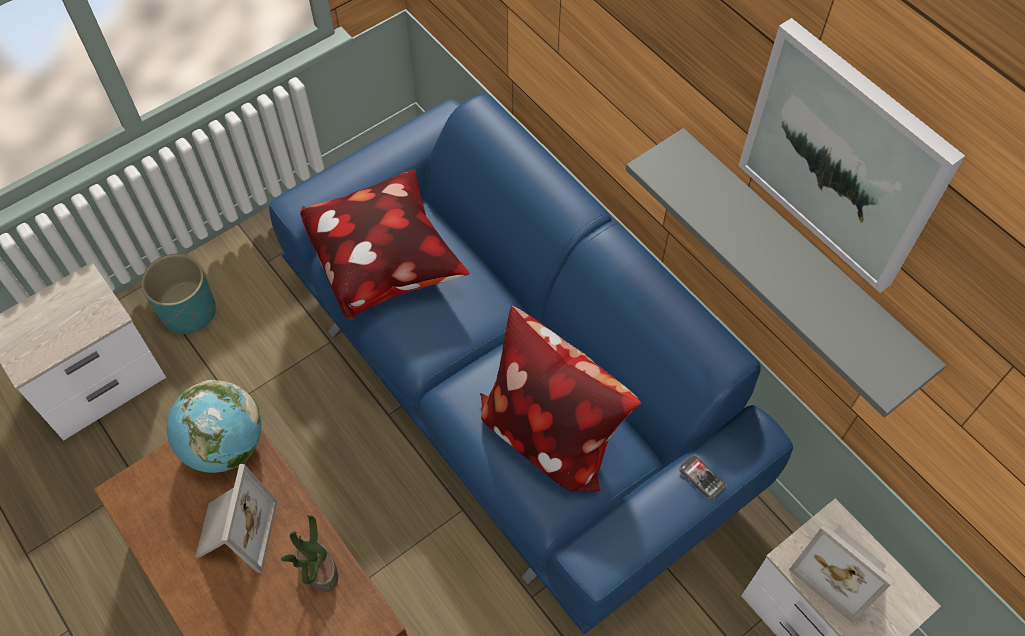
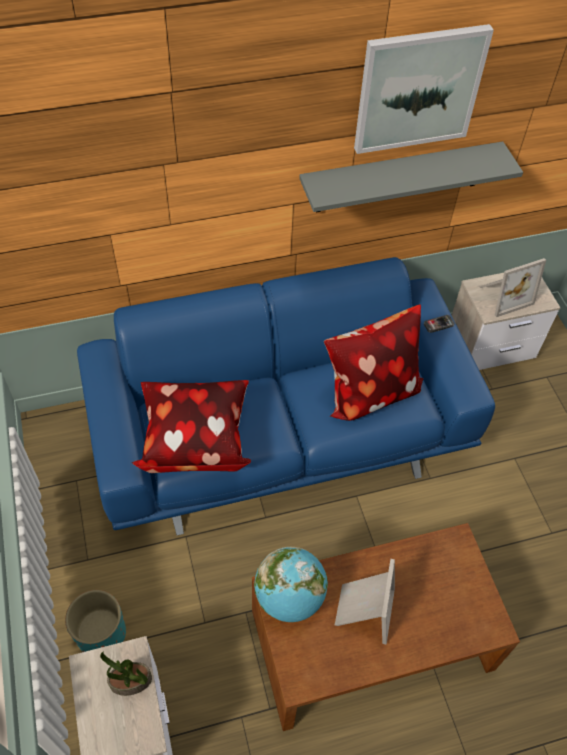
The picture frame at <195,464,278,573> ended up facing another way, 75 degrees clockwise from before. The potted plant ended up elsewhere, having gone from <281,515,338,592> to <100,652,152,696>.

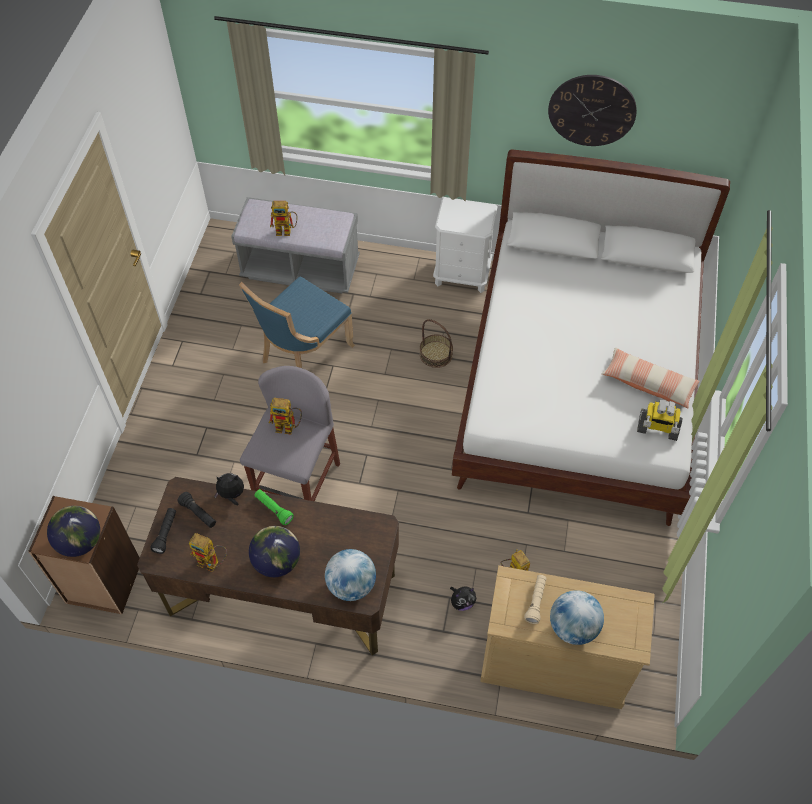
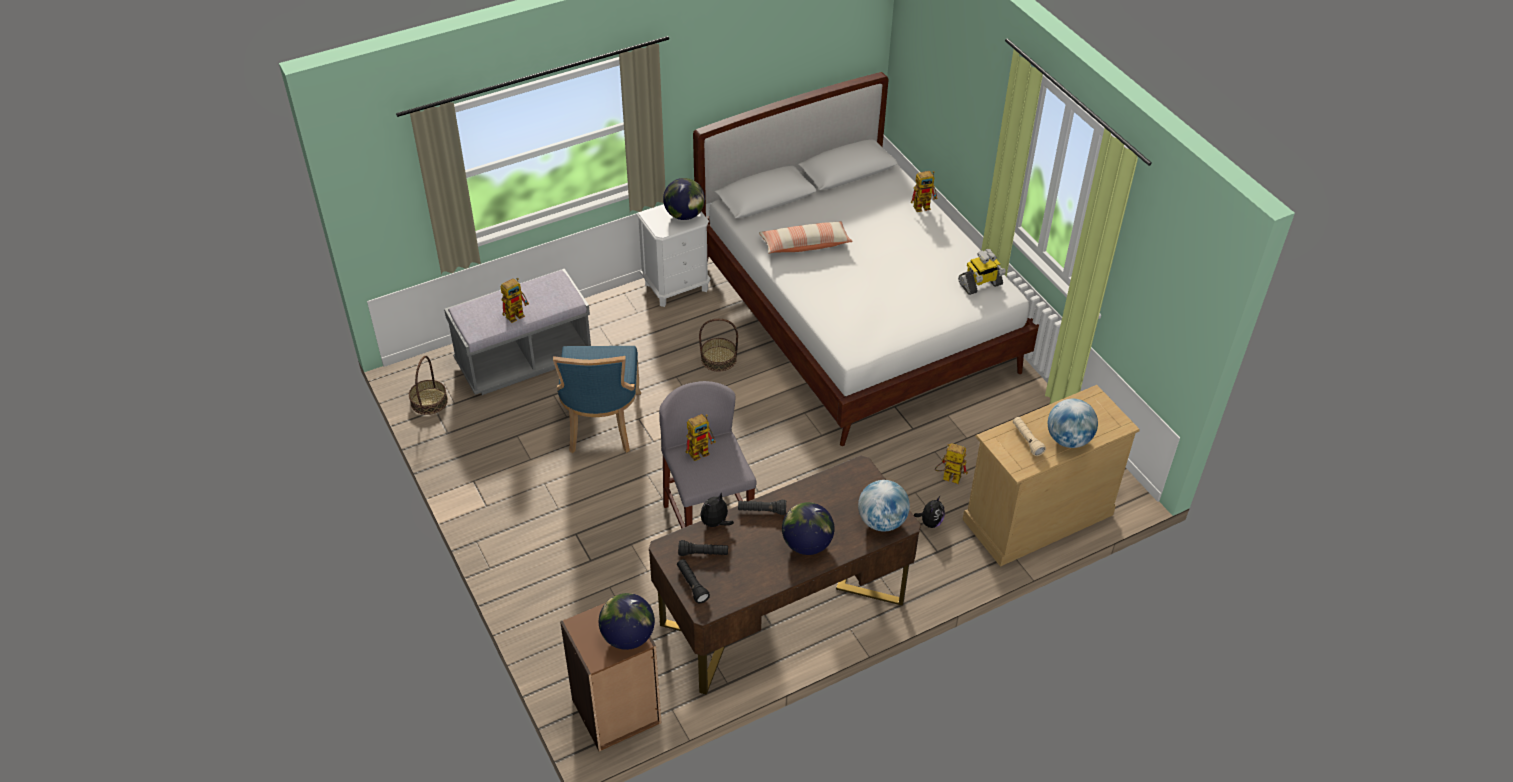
The toy robot ended up elsewhere, having gone from <189,533,227,572> to <911,171,937,212>. What was the green flashlight at <254,489,294,525> turned into the black flashlight at <738,500,786,515>. The second view lost the wall clock at <548,75,637,146>. The pillow ended up elsewhere, having gone from <602,348,700,408> to <759,221,853,253>. The second view gained the basket at <409,356,448,415>. The second view gained the globe at <663,178,705,220>.

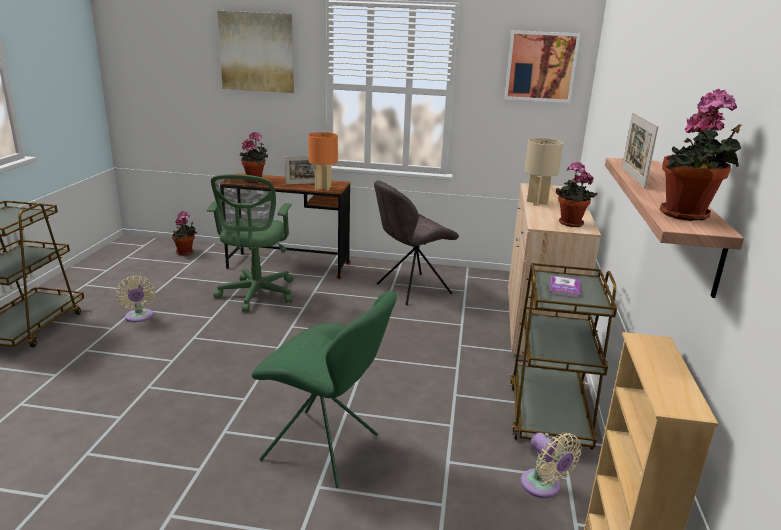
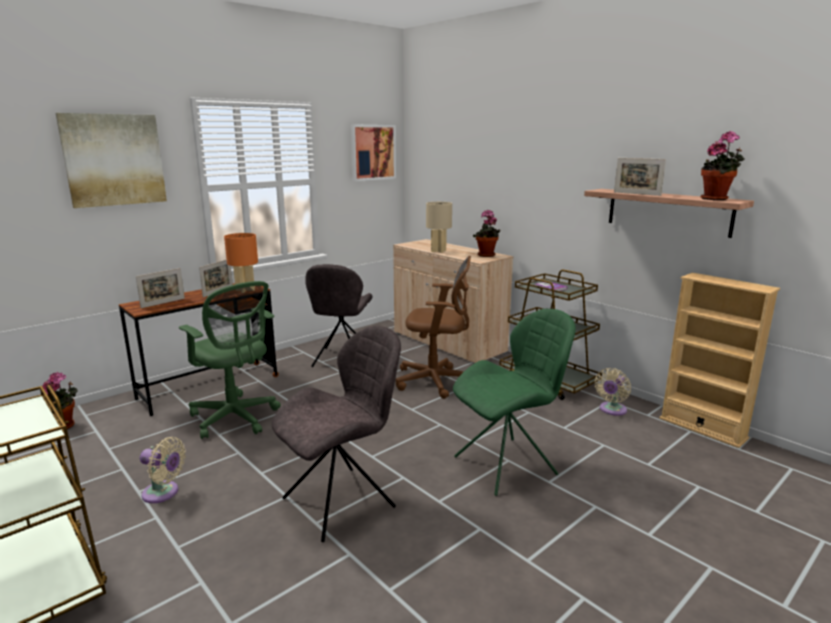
Where the potted plant stood at <240,132,268,182>, the picture frame came to stand at <136,268,185,308>. The beige fan at <521,433,582,498> ended up facing another way, 120 degrees clockwise from before. The second view gained the grey chair at <272,326,401,542>. The second view gained the brown office chair at <396,256,471,399>.

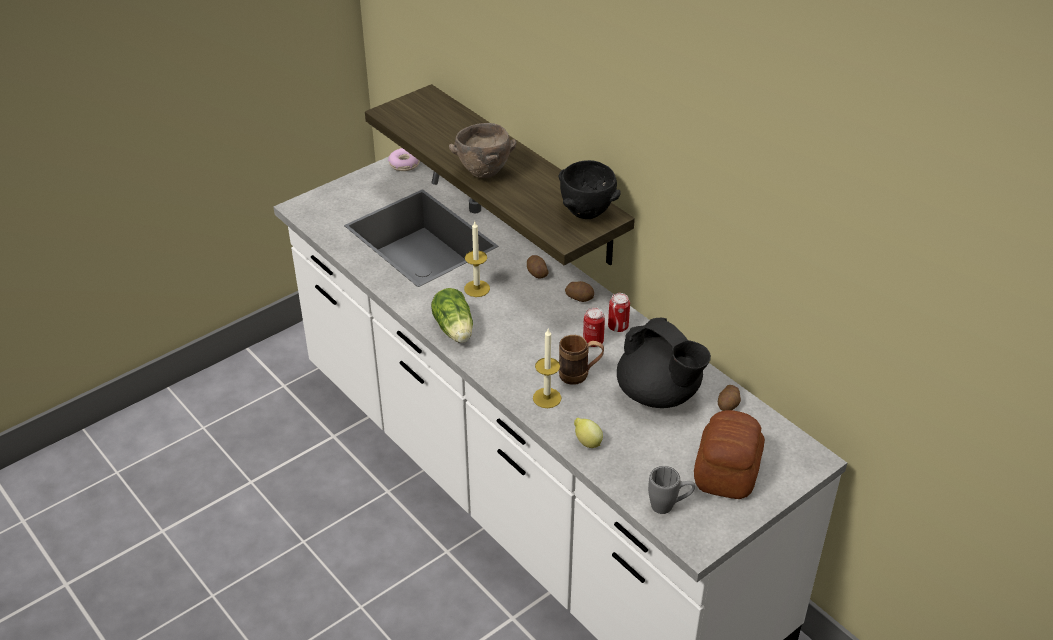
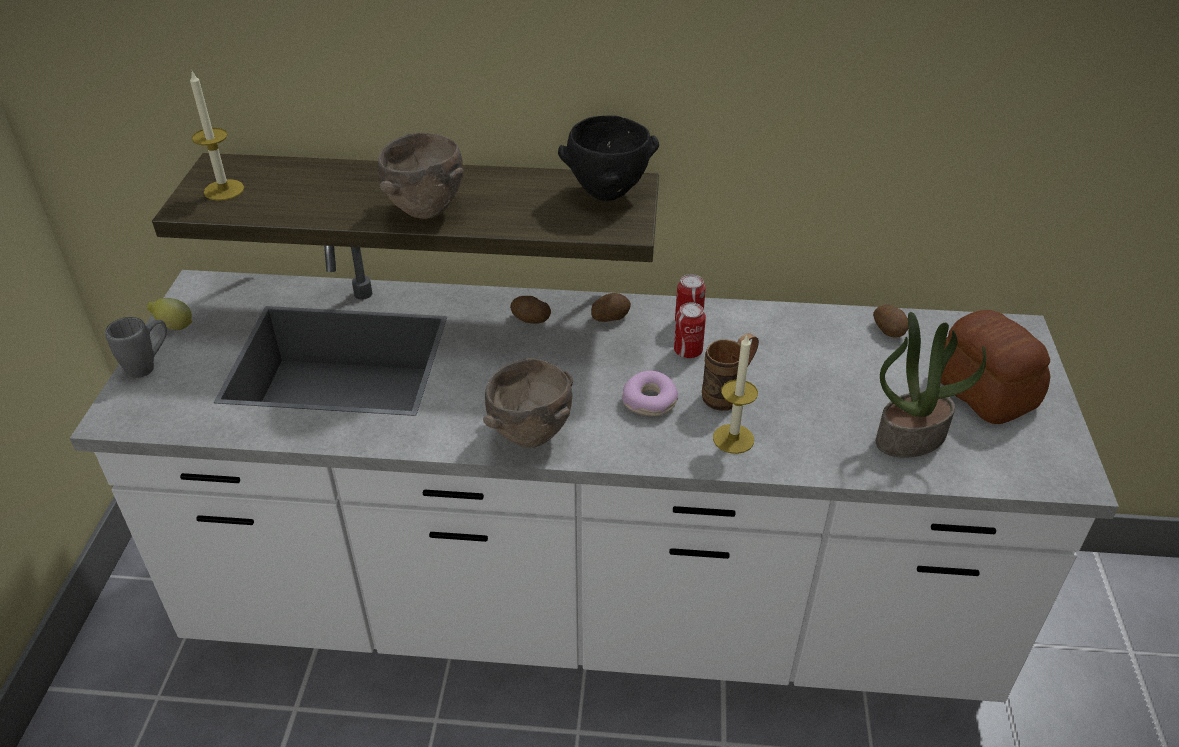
The donut ended up elsewhere, having gone from <388,148,420,171> to <622,371,678,416>. Where the lettuce stood at <431,288,473,343>, the brown bowl came to stand at <483,358,573,448>. The candle ended up elsewhere, having gone from <464,222,490,297> to <190,72,244,201>. The lemon ended up elsewhere, having gone from <574,418,603,448> to <147,298,193,330>. The second view lost the black teapot at <617,318,711,408>. The grey mug ended up elsewhere, having gone from <648,466,695,514> to <105,317,167,378>. The second view gained the potted plant at <876,312,986,458>.

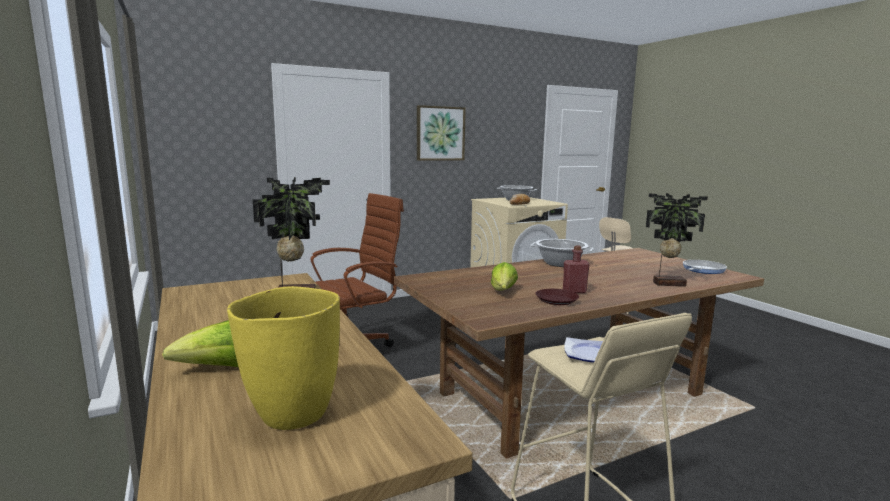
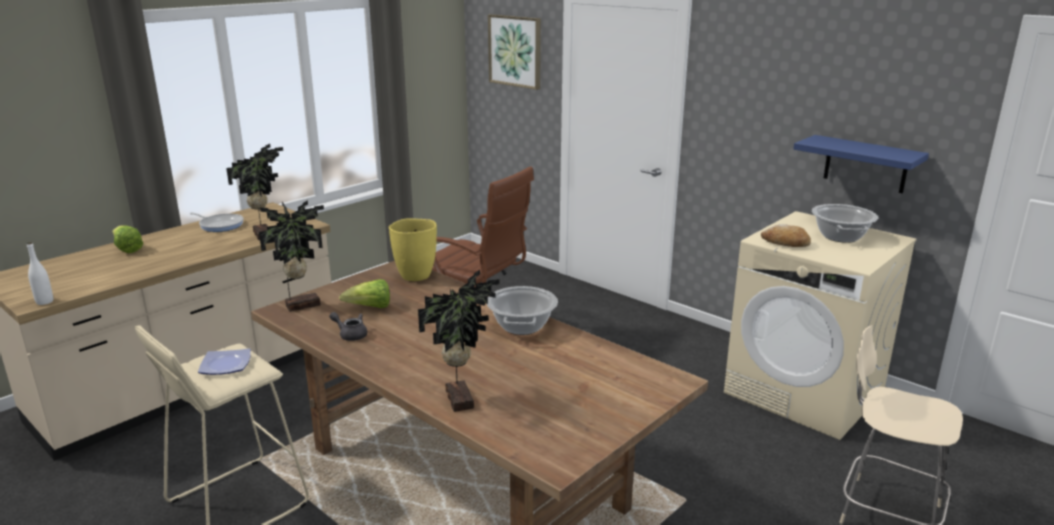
The yellow vase ended up elsewhere, having gone from <227,286,340,430> to <389,219,437,281>. The picture ended up elsewhere, having gone from <417,105,466,161> to <488,14,541,90>. Where the brown plate stood at <535,289,579,305>, the grey teapot came to stand at <329,312,367,341>. The second view lost the red bottle at <563,245,590,293>. The frying pan ended up elsewhere, having gone from <683,260,727,274> to <189,212,244,232>. The second view gained the white bottle at <27,242,53,305>. The second view gained the potted plant at <259,200,324,312>. The second view gained the blue shelf at <793,135,929,194>.

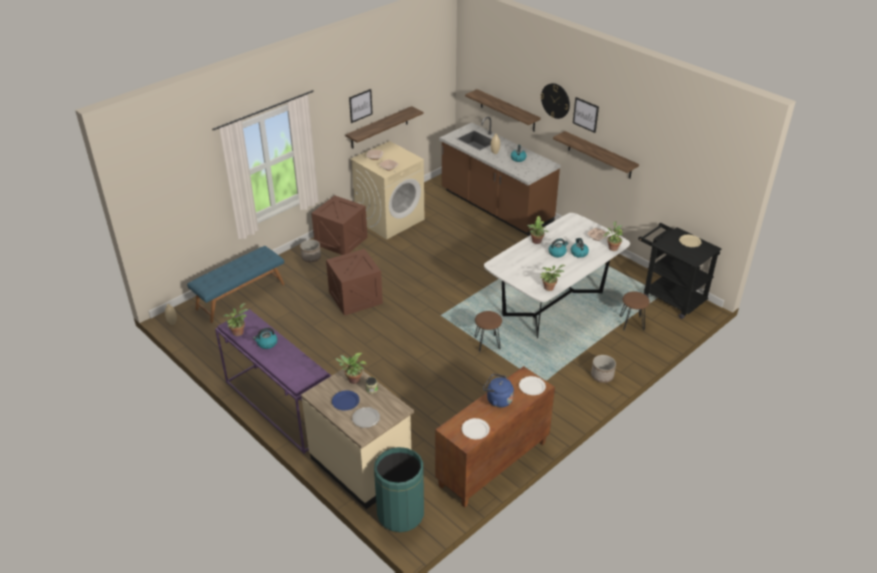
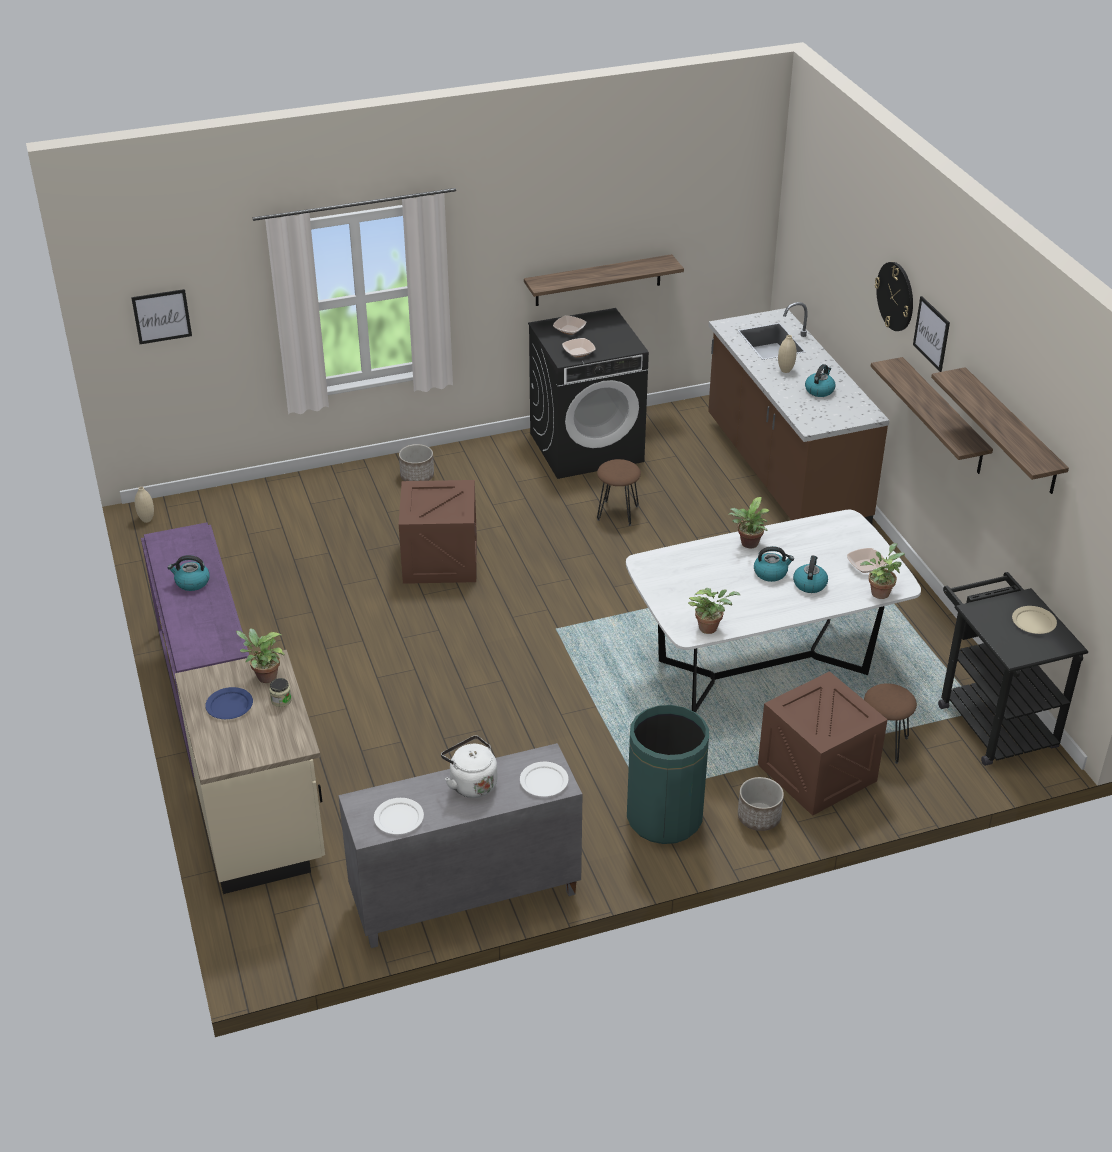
The second view lost the blue bench at <187,246,285,323>. The second view lost the potted plant at <223,303,248,336>. The crate ended up elsewhere, having gone from <311,195,367,255> to <758,671,888,816>. The picture ended up elsewhere, having gone from <349,89,373,123> to <131,289,192,344>. What was the beige washing machine at <350,141,424,240> turned into the black washing machine at <528,308,649,479>. The second view lost the plate at <352,407,380,428>. The green trash can ended up elsewhere, having gone from <374,447,424,532> to <627,705,709,844>. What was the brown cabinet at <435,366,555,508> turned into the grey cabinet at <338,743,582,948>. The shelf ended up elsewhere, having gone from <465,89,541,132> to <931,367,1069,494>. The brown stool ended up elsewhere, having gone from <475,311,502,352> to <597,459,641,526>. What was the blue kettle at <483,374,514,408> turned into the white kettle at <441,736,497,798>.

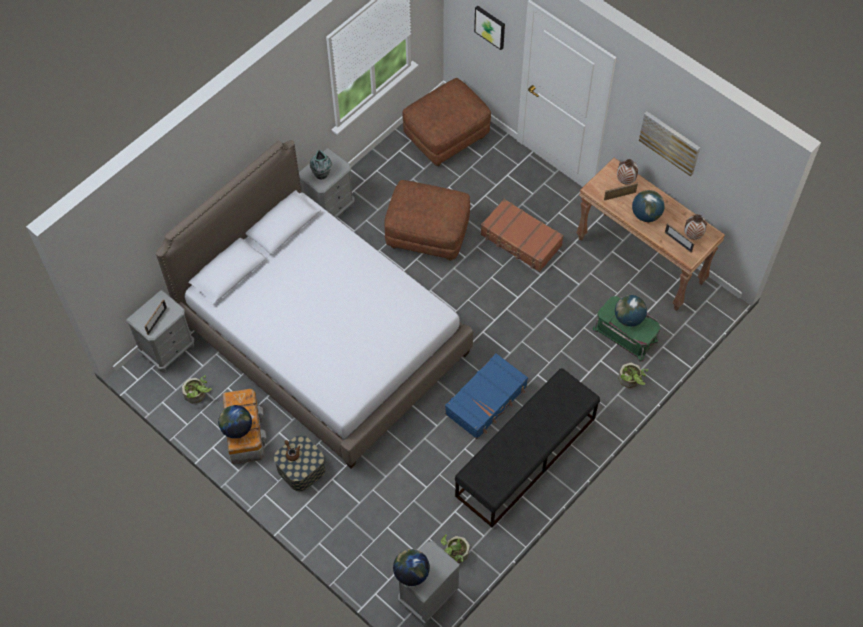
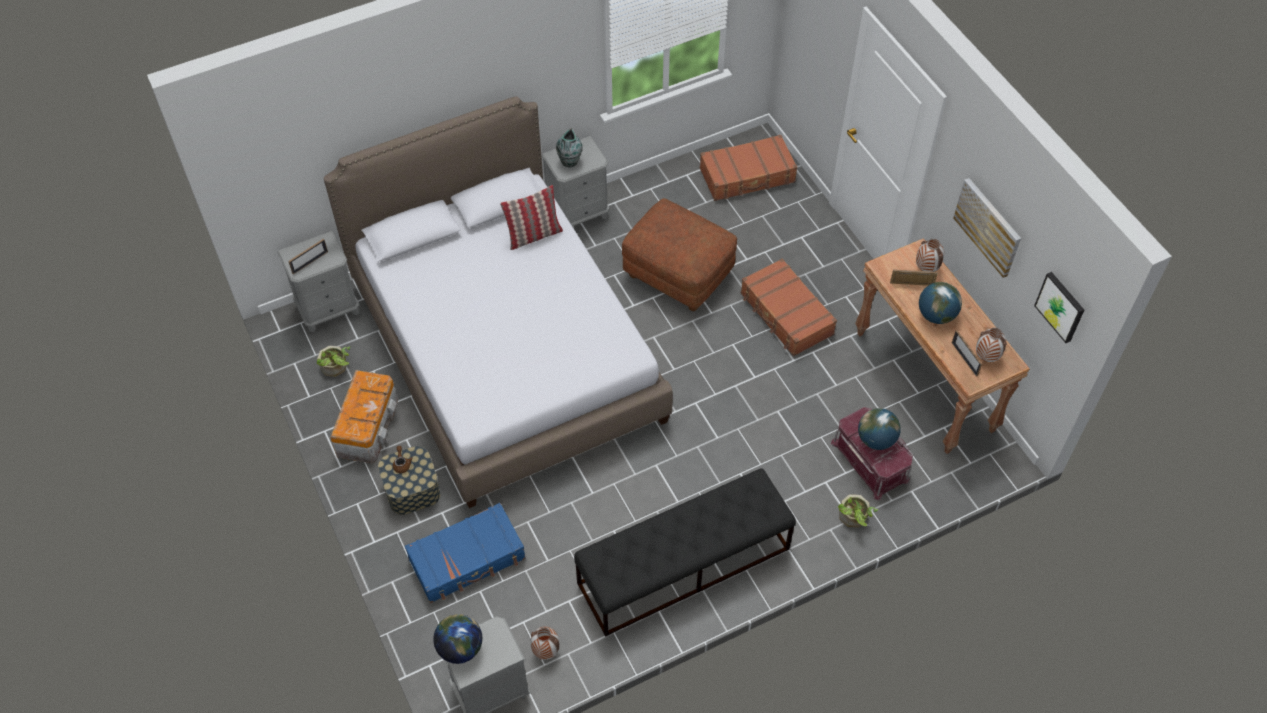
The second view lost the globe at <218,405,252,439>. Where the brown ottoman stood at <402,78,491,166>, the brown suitcase came to stand at <700,135,797,201>. Where the potted plant stood at <441,534,470,563>, the vase came to stand at <531,626,560,660>. The blue suitcase ended up elsewhere, having gone from <445,353,528,439> to <405,503,526,603>. The picture ended up elsewhere, having gone from <474,6,505,50> to <1034,272,1084,343>. What was the green storage box at <593,296,660,362> turned into the red storage box at <831,407,913,500>. The second view gained the pillow at <500,185,563,250>.

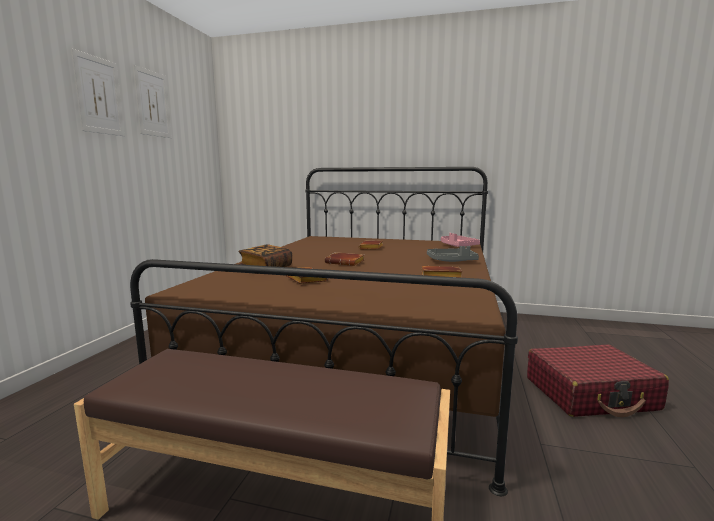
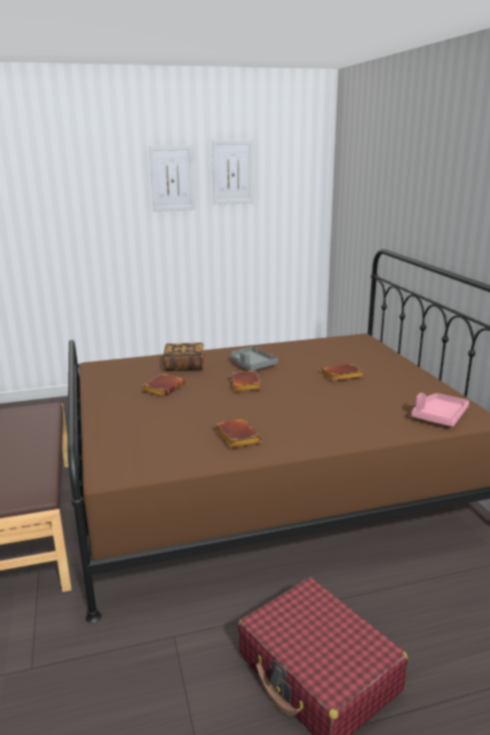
The grey tray ended up elsewhere, having gone from <427,246,479,262> to <231,346,278,370>.

